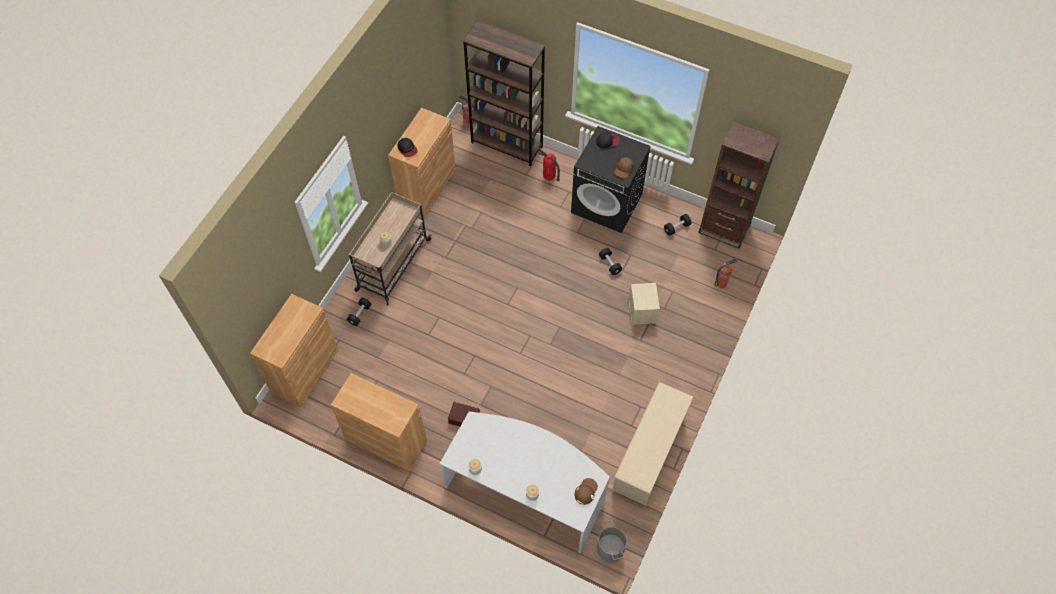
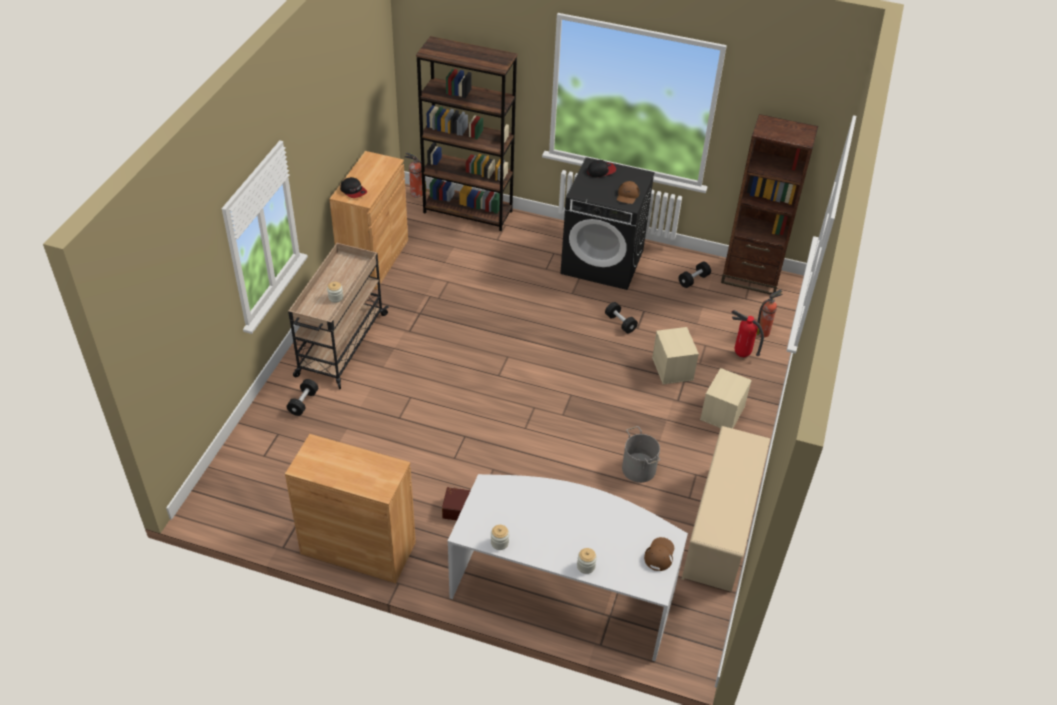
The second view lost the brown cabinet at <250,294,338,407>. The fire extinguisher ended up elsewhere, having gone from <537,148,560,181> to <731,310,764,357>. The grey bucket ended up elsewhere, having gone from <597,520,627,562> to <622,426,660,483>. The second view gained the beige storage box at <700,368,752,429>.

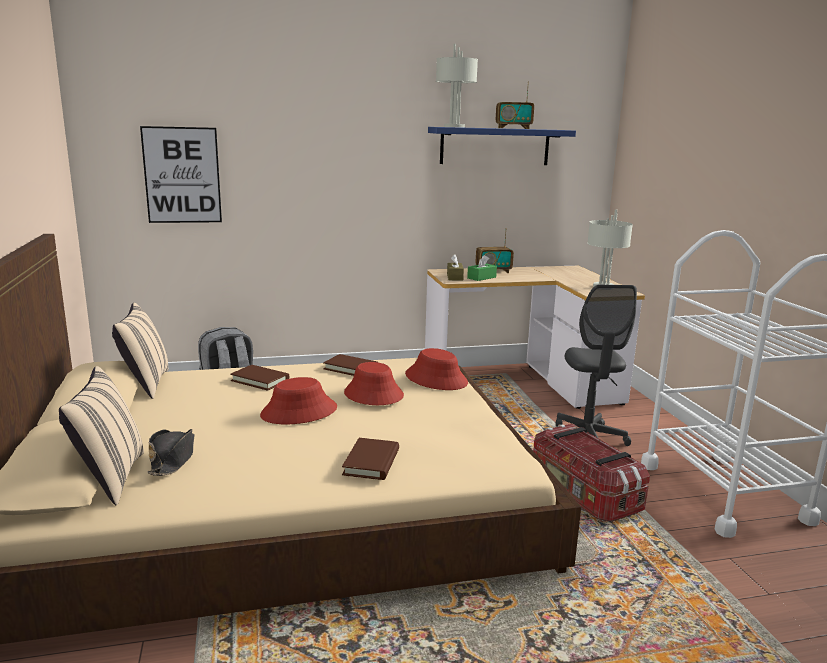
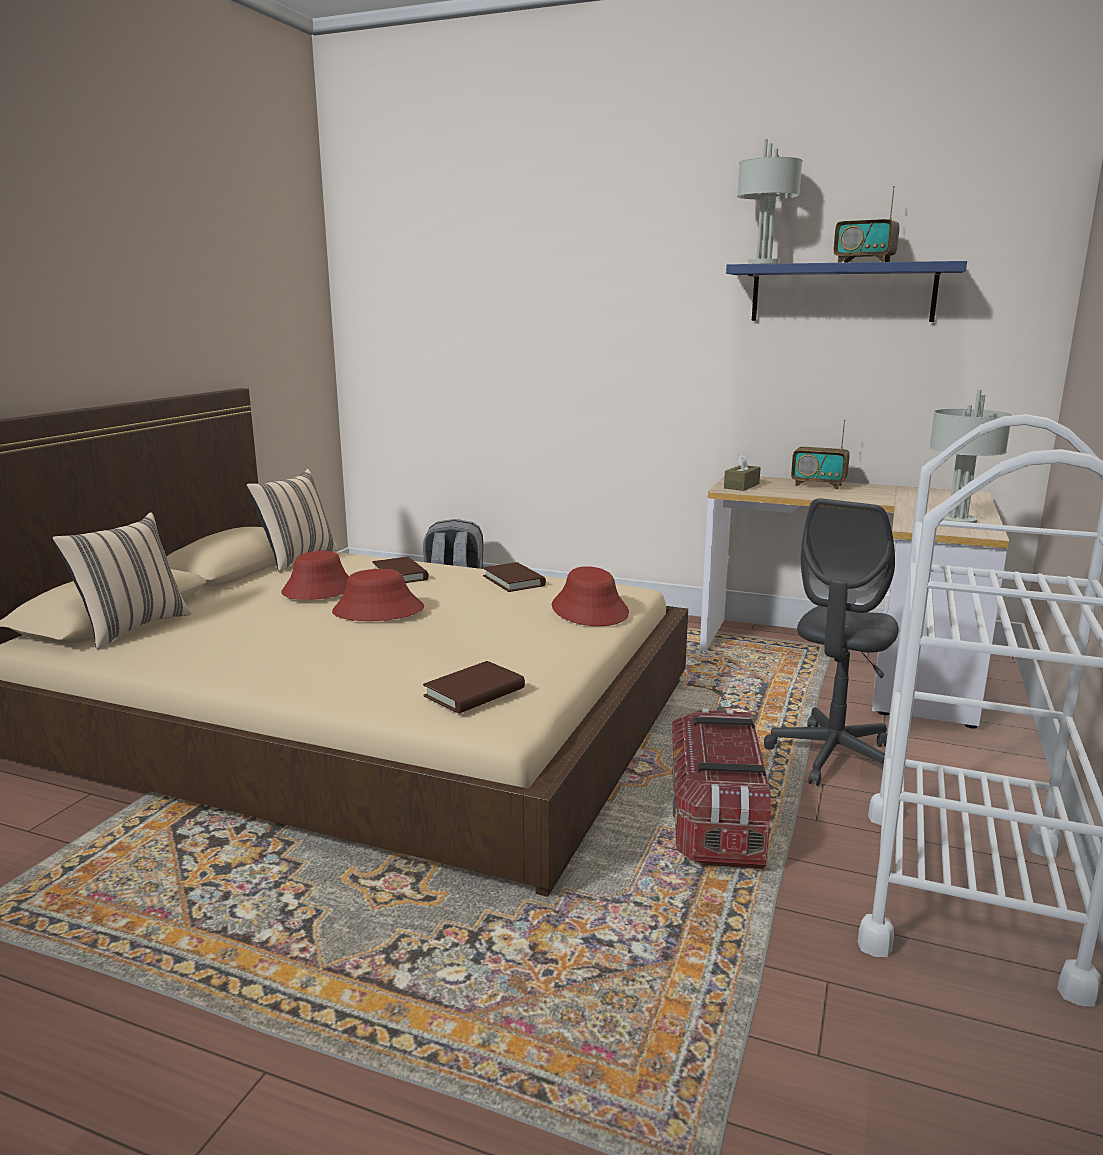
The second view lost the picture at <140,126,222,223>. The second view lost the black hat at <148,429,195,476>. The brown book ended up elsewhere, having gone from <342,438,399,480> to <423,661,525,714>. The red hat ended up elsewhere, having gone from <344,362,404,405> to <281,551,349,600>. The second view lost the green tissue box at <467,255,497,281>.

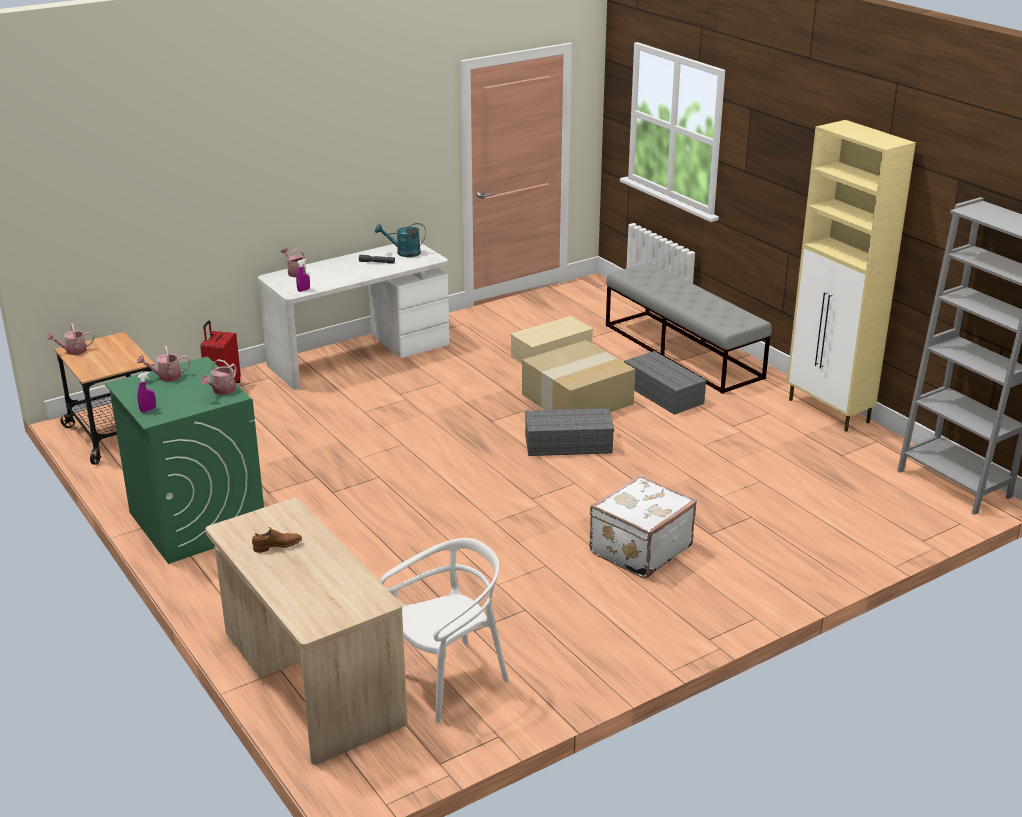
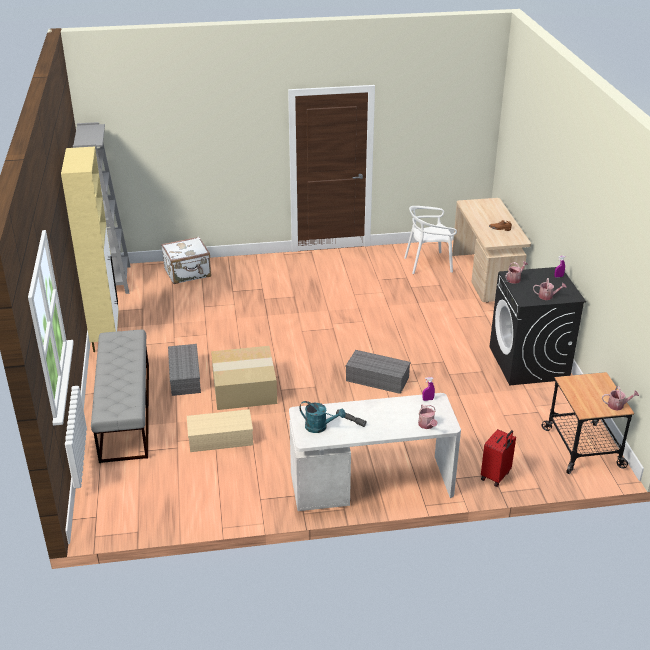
What was the green washing machine at <105,357,264,564> turned into the black washing machine at <489,267,586,385>. The grey storage box ended up elsewhere, having gone from <525,408,614,456> to <346,350,411,394>. The white suitcase ended up elsewhere, having gone from <589,475,697,578> to <161,237,211,284>.

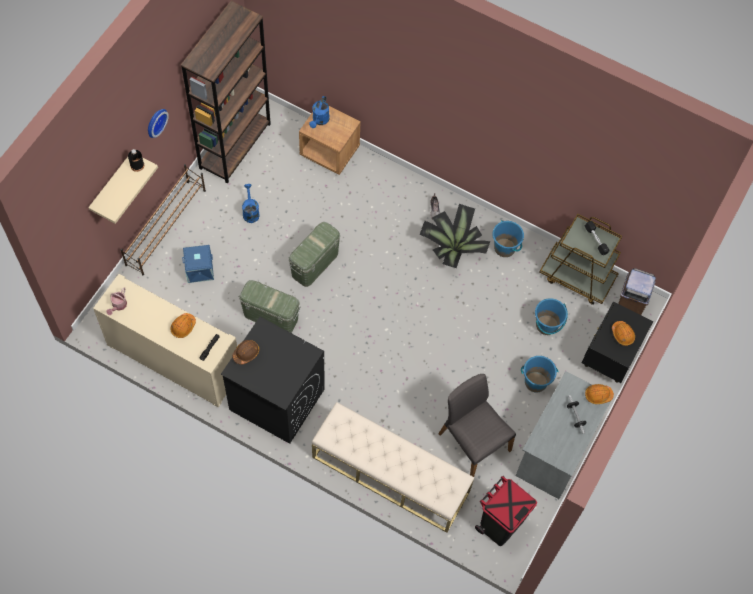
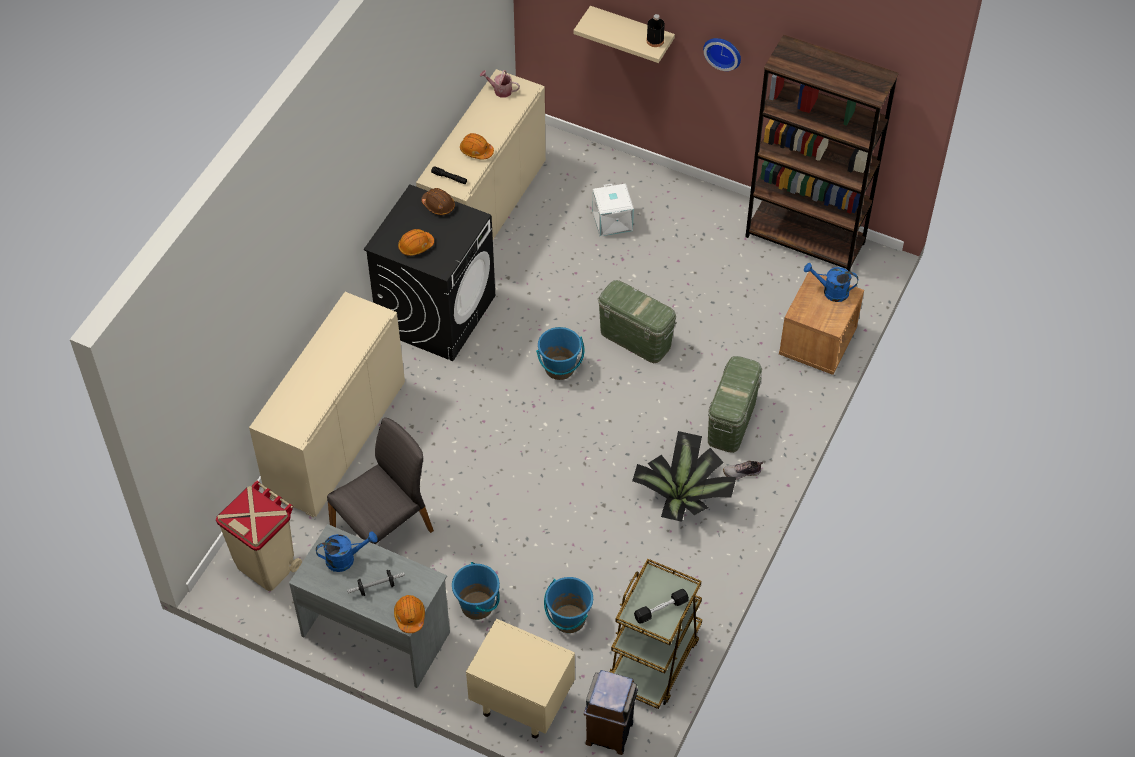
The second view lost the brown shoe rack at <120,164,206,276>. What was the blue storage box at <182,245,214,283> turned into the white storage box at <592,184,634,236>. The green storage box ended up elsewhere, having gone from <239,280,300,333> to <708,356,762,453>. The blue watering can ended up elsewhere, having gone from <242,184,260,223> to <316,531,377,572>. Where the beige bench stood at <312,402,474,533>, the beige cabinet came to stand at <249,292,405,517>. What was the black trash can at <475,476,537,546> turned into the beige trash can at <216,481,302,591>. The blue bucket ended up elsewhere, having gone from <492,220,524,257> to <536,327,585,380>. What was the black nightstand at <582,301,653,383> turned into the beige nightstand at <466,619,575,738>. The orange hard hat ended up elsewhere, having gone from <612,321,635,346> to <398,229,434,256>.

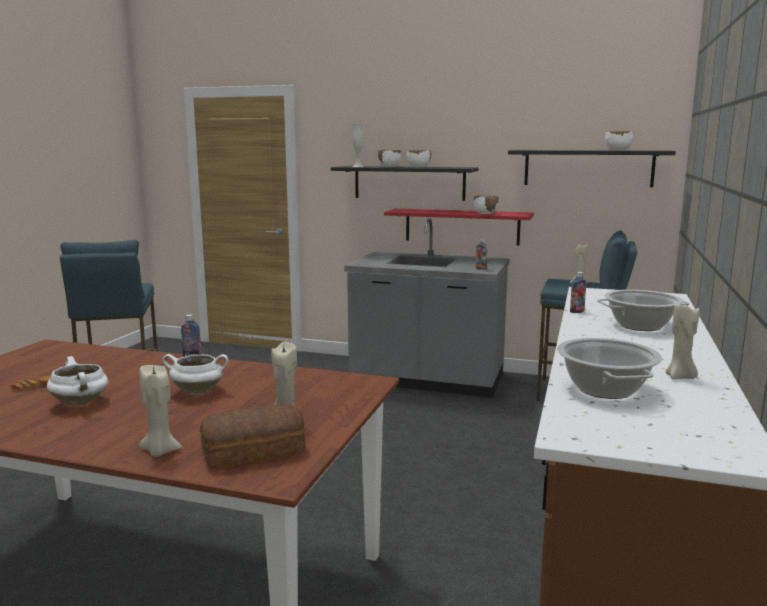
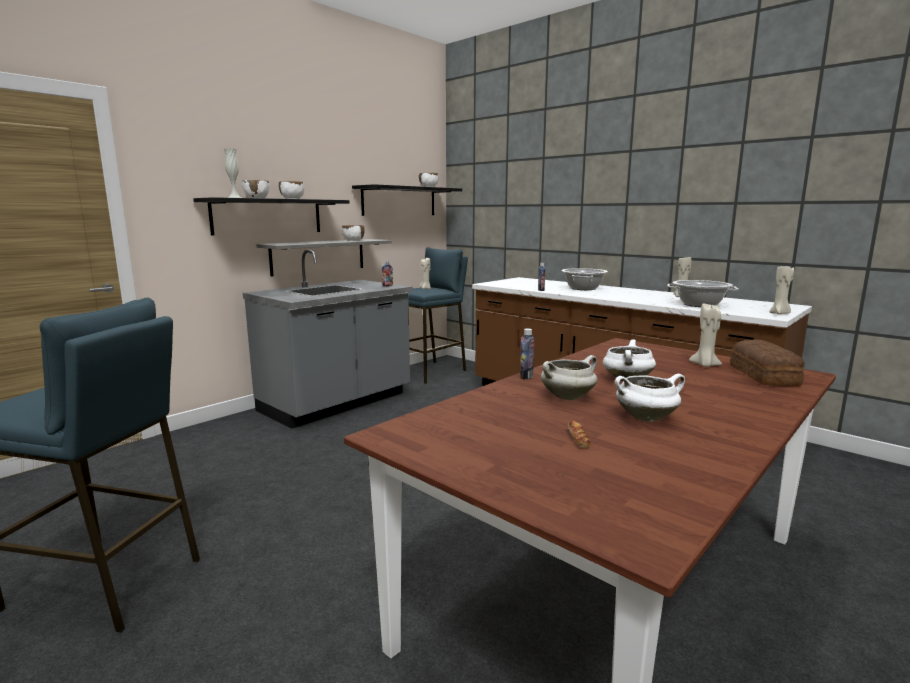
The beige candle ended up elsewhere, having gone from <139,365,182,457> to <769,266,794,314>. What was the red shelf at <384,208,534,245> turned into the grey shelf at <256,239,392,276>. The second view gained the white cooking pot at <541,355,597,400>.

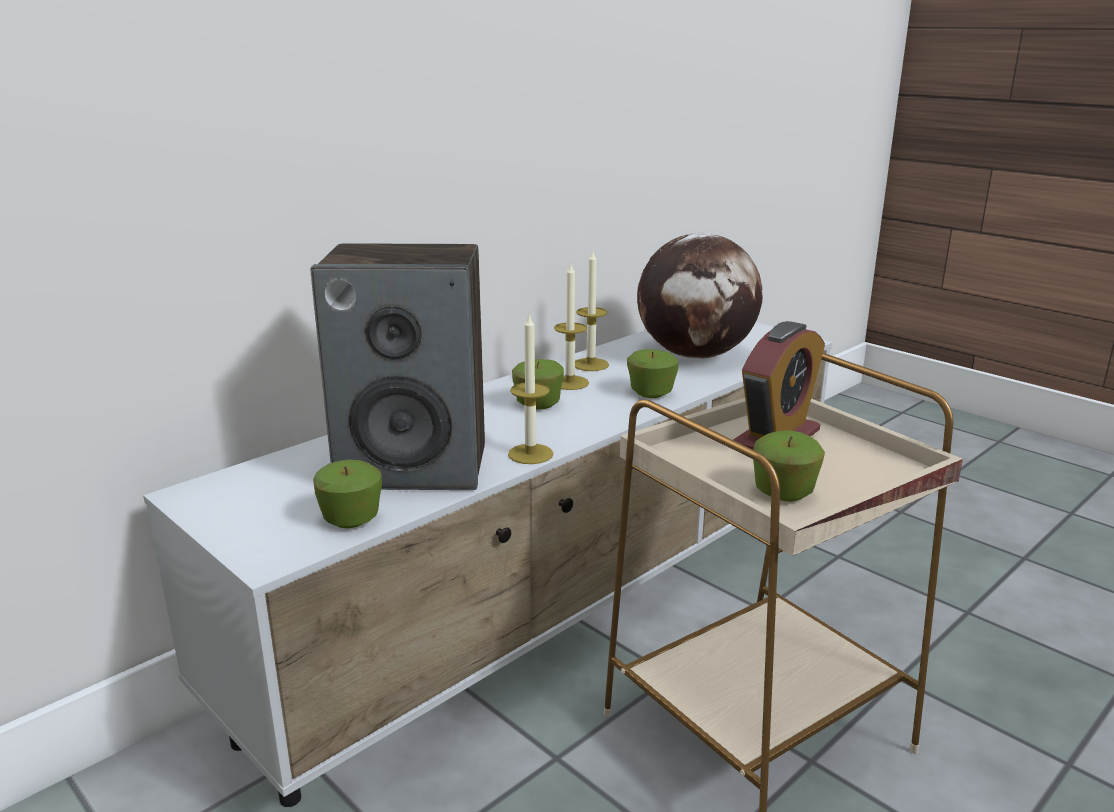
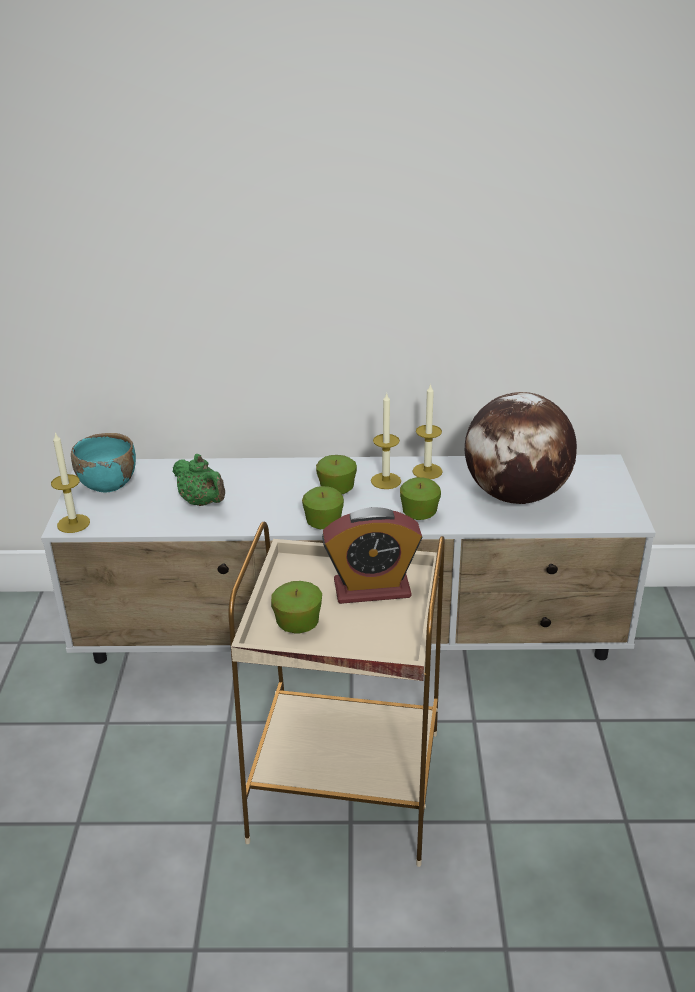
Where the speaker stood at <311,243,485,490>, the green teapot came to stand at <172,454,225,506>. The apple ended up elsewhere, having gone from <313,459,382,529> to <302,486,344,529>. The candle ended up elsewhere, having gone from <508,315,553,464> to <51,432,90,533>. The second view gained the turquoise bowl at <71,433,136,492>.

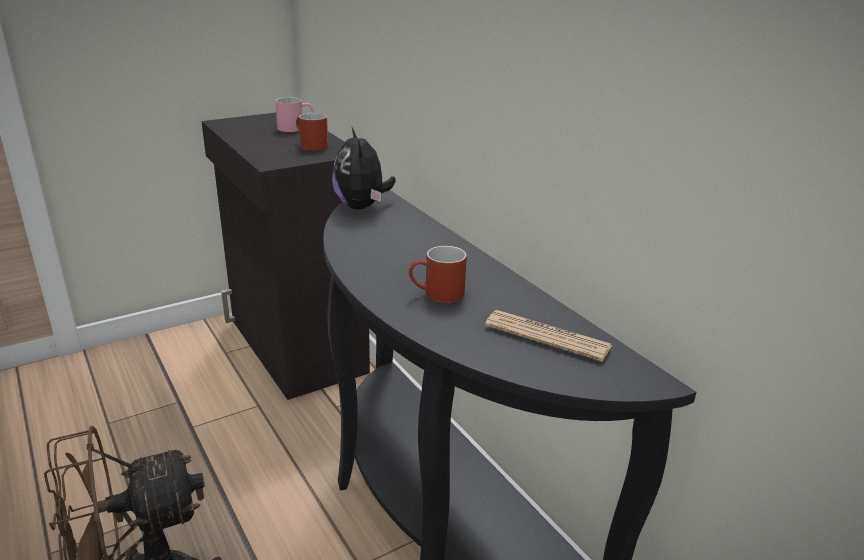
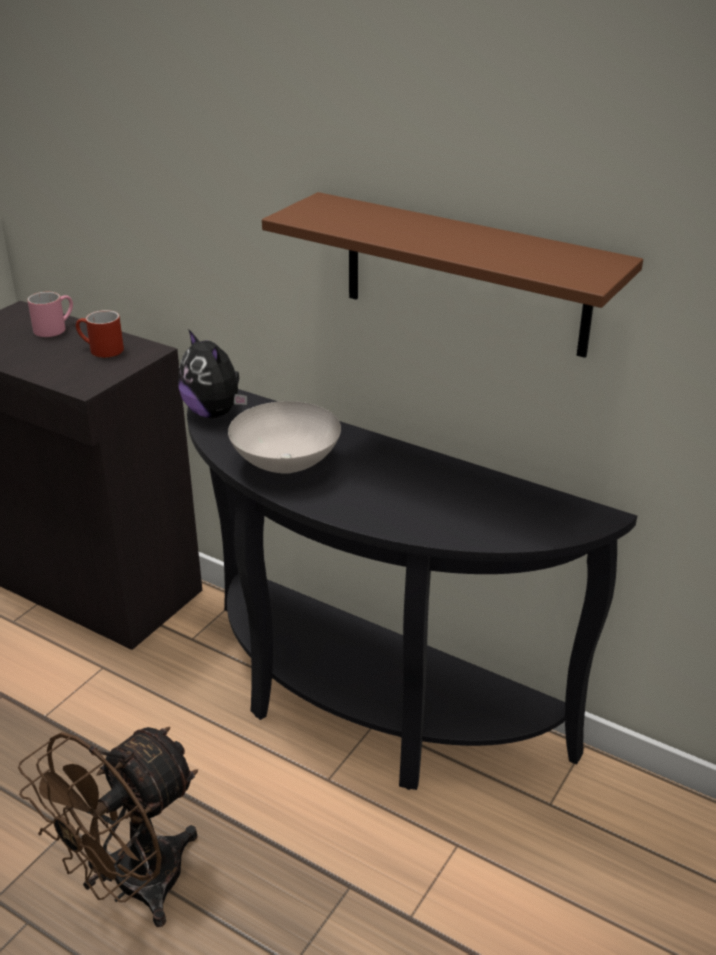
The second view lost the red mug at <409,246,467,303>. The second view lost the newspaper at <485,310,612,361>. The second view gained the white bowl at <228,401,341,474>. The second view gained the brown shelf at <262,192,643,358>.

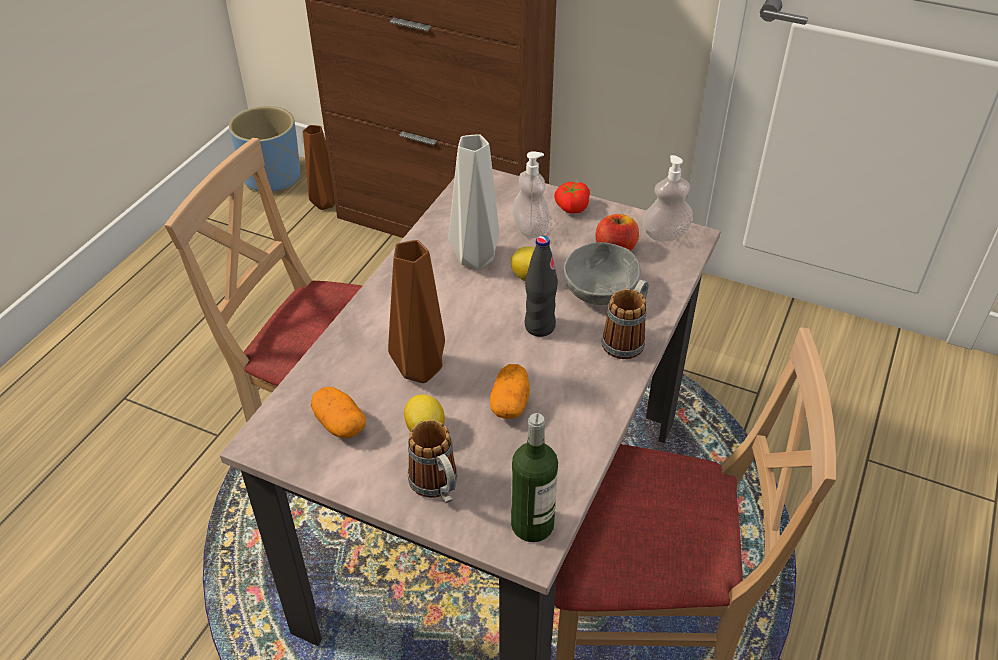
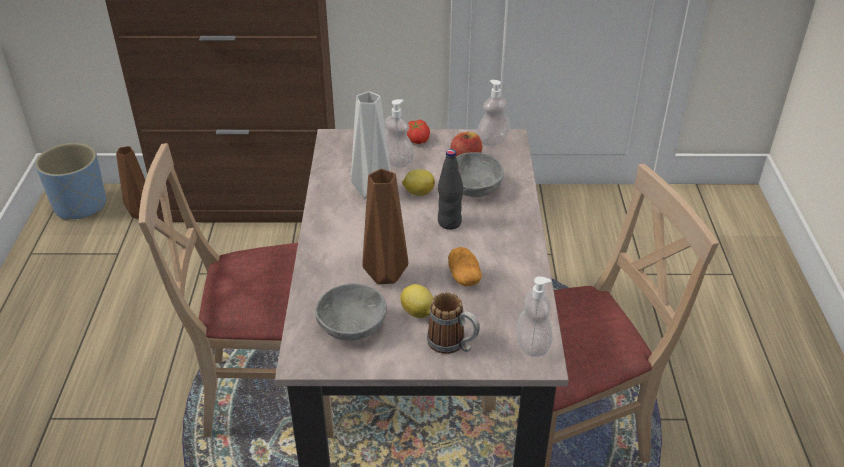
Where the potato stood at <311,387,366,438>, the grey bowl came to stand at <315,283,387,341>. Where the bottle stood at <511,413,558,542>, the soap dispenser came to stand at <516,276,552,357>. The second view lost the mug at <601,280,648,359>.

